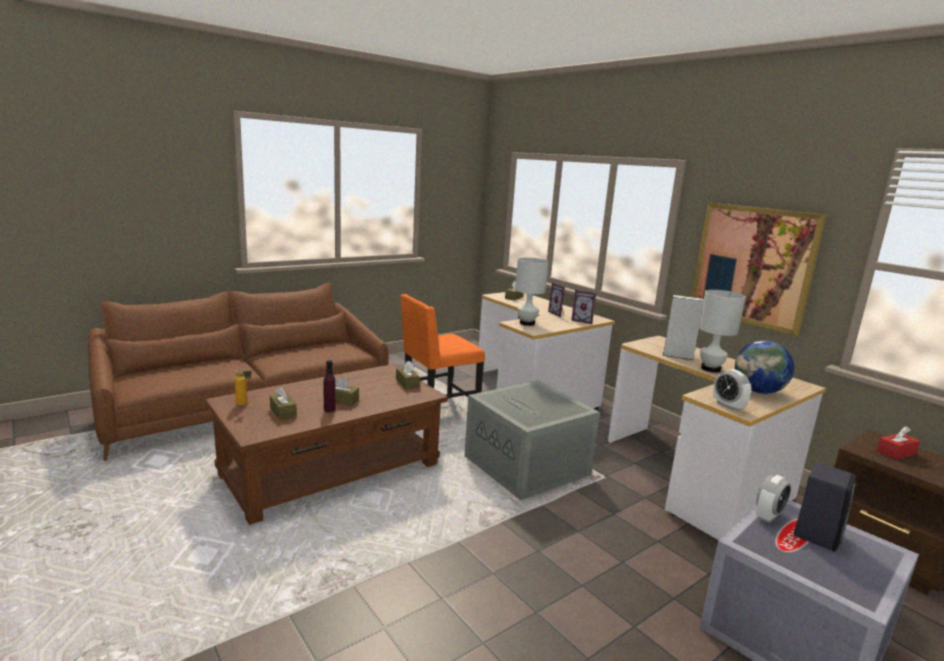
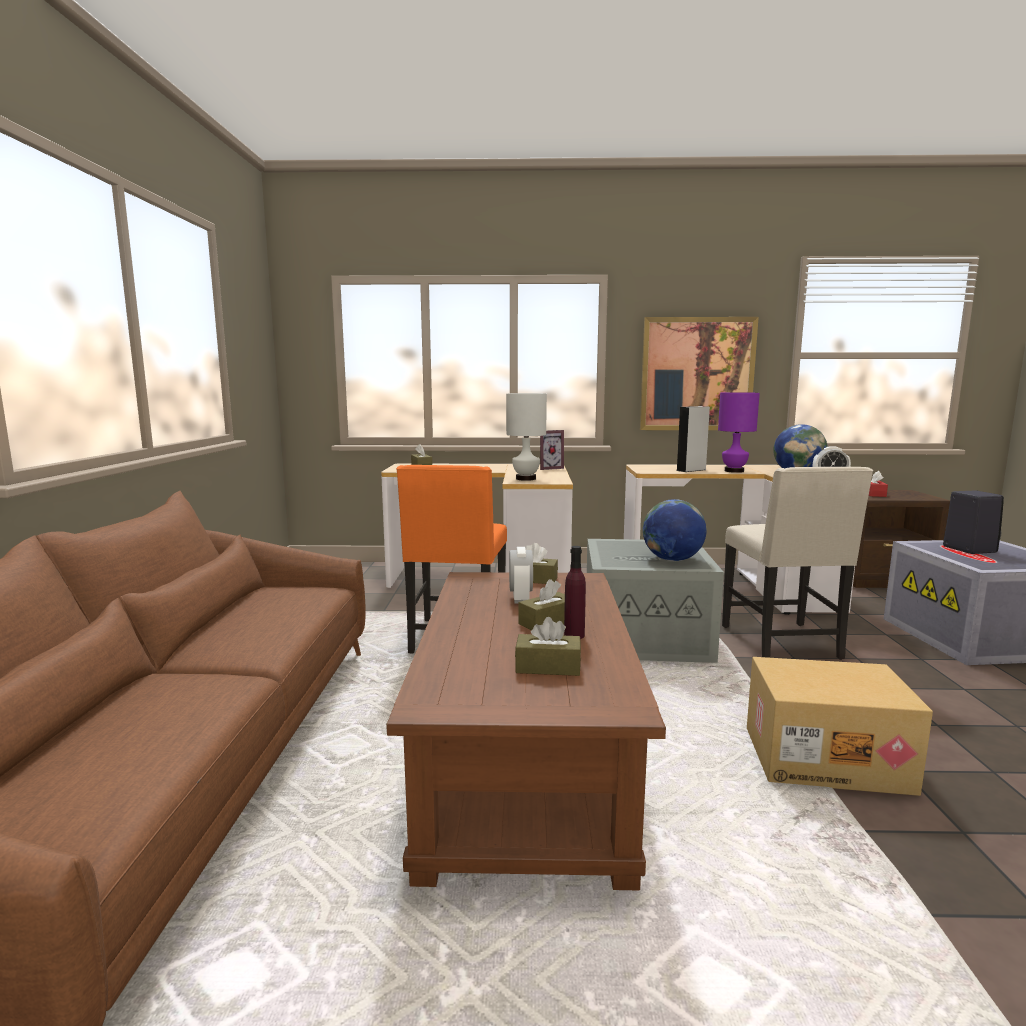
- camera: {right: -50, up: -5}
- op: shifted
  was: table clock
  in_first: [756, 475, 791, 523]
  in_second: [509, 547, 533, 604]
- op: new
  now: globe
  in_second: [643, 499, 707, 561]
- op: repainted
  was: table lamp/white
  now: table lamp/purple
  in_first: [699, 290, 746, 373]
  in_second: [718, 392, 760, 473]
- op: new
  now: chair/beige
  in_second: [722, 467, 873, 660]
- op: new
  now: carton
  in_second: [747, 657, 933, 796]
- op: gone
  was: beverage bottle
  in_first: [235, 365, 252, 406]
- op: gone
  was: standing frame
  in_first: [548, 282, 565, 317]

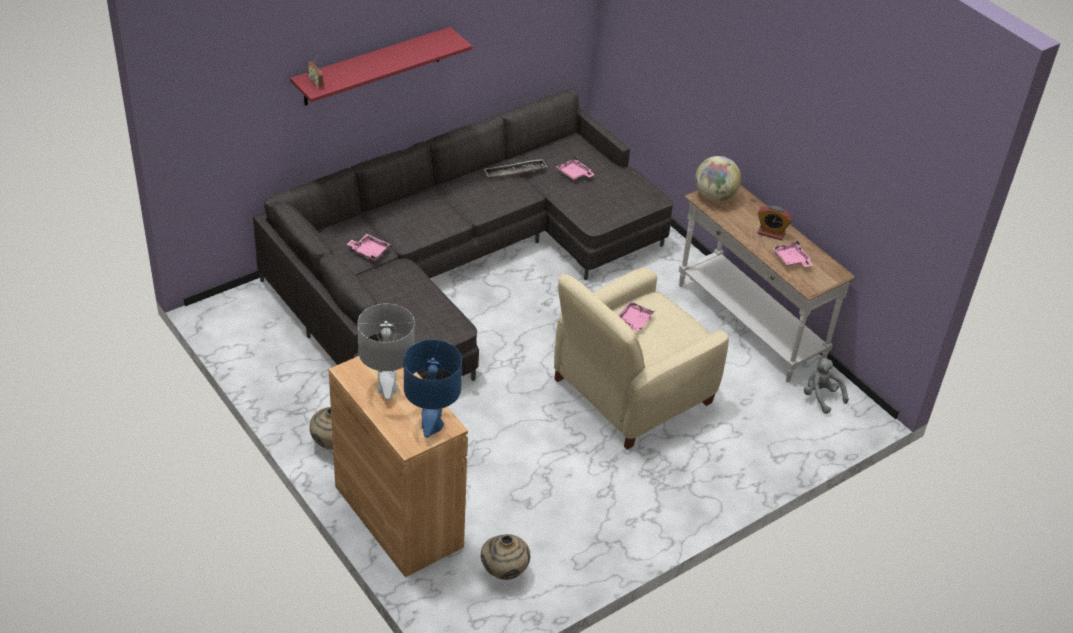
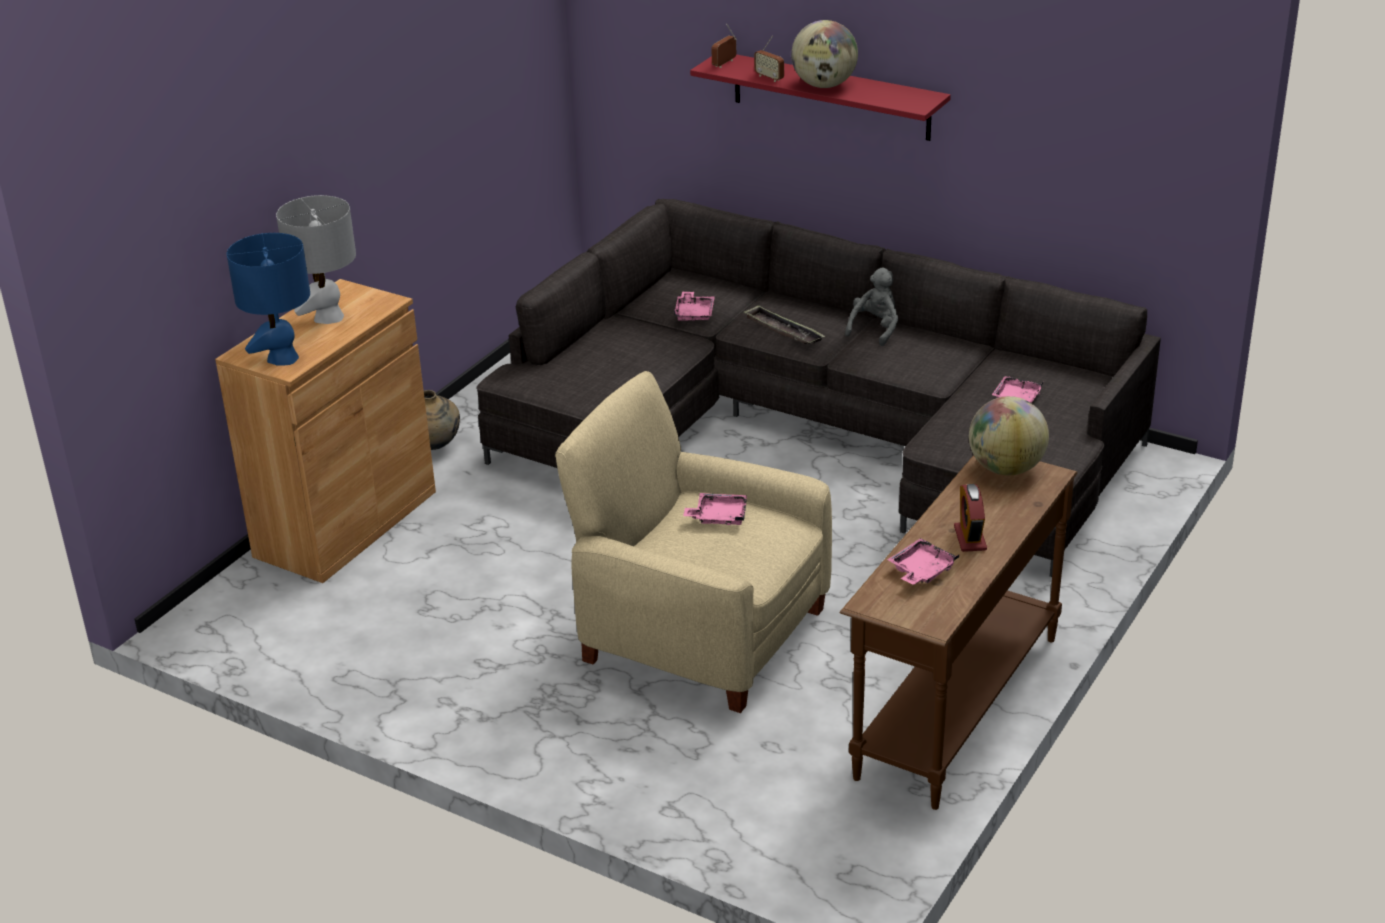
- camera: {right: 70, up: -10}
- op: shifted
  was: carrying tray
  in_first: [484, 159, 547, 179]
  in_second: [744, 305, 825, 344]
- op: new
  now: radio
  in_second: [754, 35, 784, 82]
- op: new
  now: globe
  in_second: [791, 20, 858, 88]
- op: repainted
  was: hall table/white
  now: hall table/brown
  in_first: [679, 185, 855, 383]
  in_second: [839, 455, 1078, 810]
- op: shifted
  was: soft toy/grey
  in_first: [804, 358, 849, 414]
  in_second: [845, 268, 898, 346]
- op: gone
  was: decorative vase/beige
  in_first: [481, 534, 530, 580]

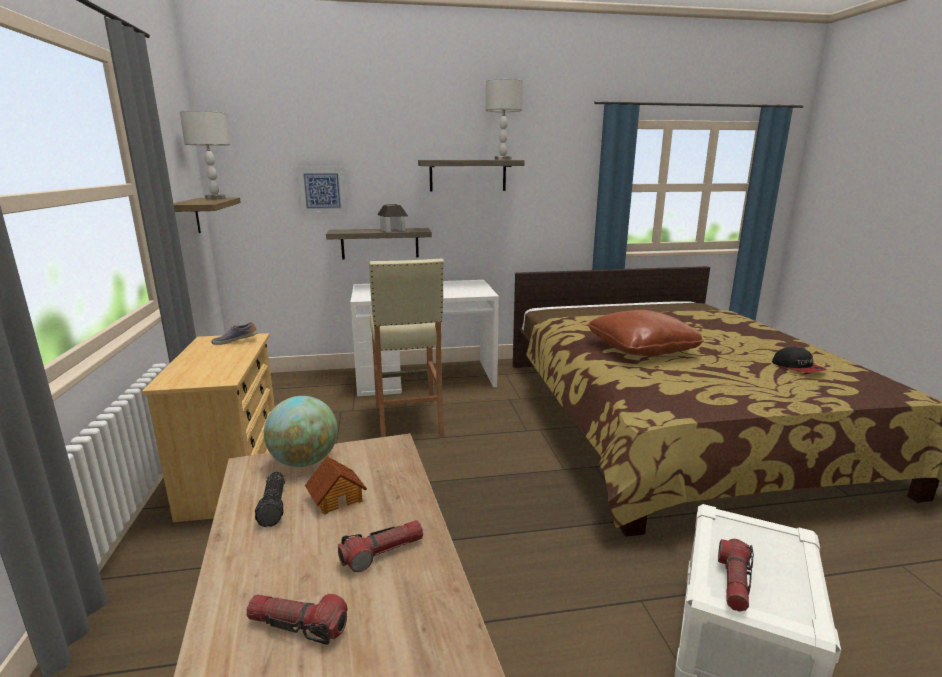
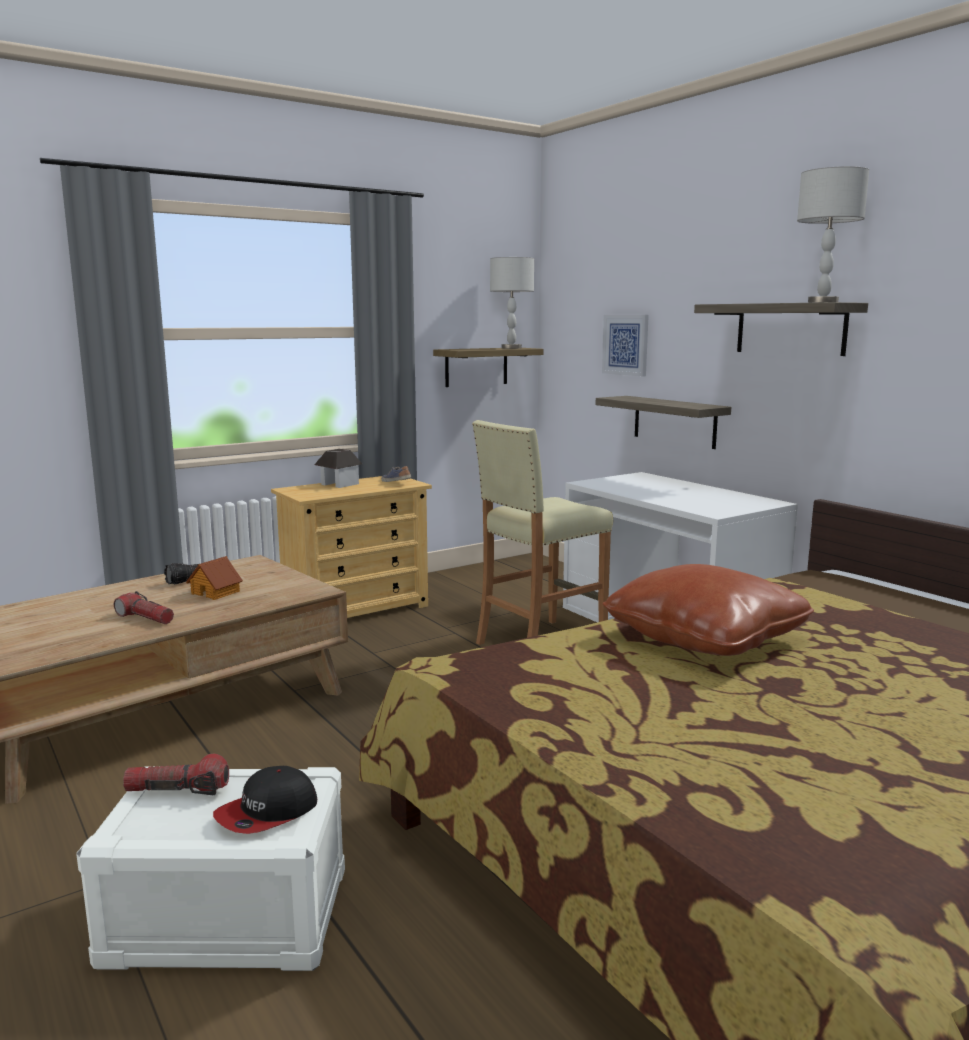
- camera: {right: 65, up: -5}
- op: shifted
  was: peaked cap
  in_first: [772, 347, 827, 373]
  in_second: [213, 766, 317, 834]
- op: shifted
  was: model house
  in_first: [377, 204, 408, 232]
  in_second: [314, 449, 362, 488]
- op: gone
  was: flashlight
  in_first: [247, 594, 347, 645]
- op: gone
  was: globe
  in_first: [264, 396, 338, 467]

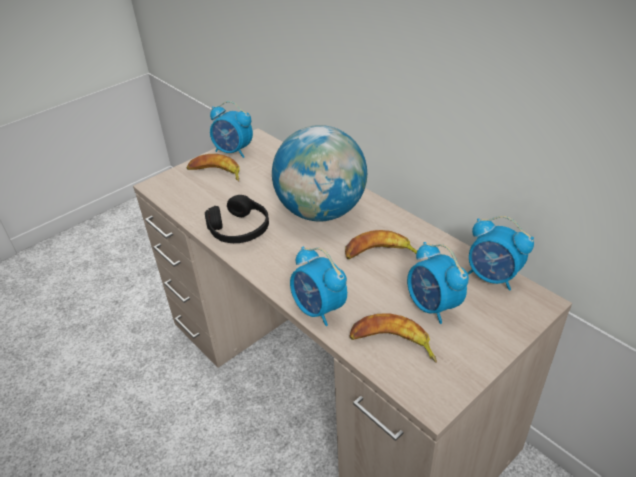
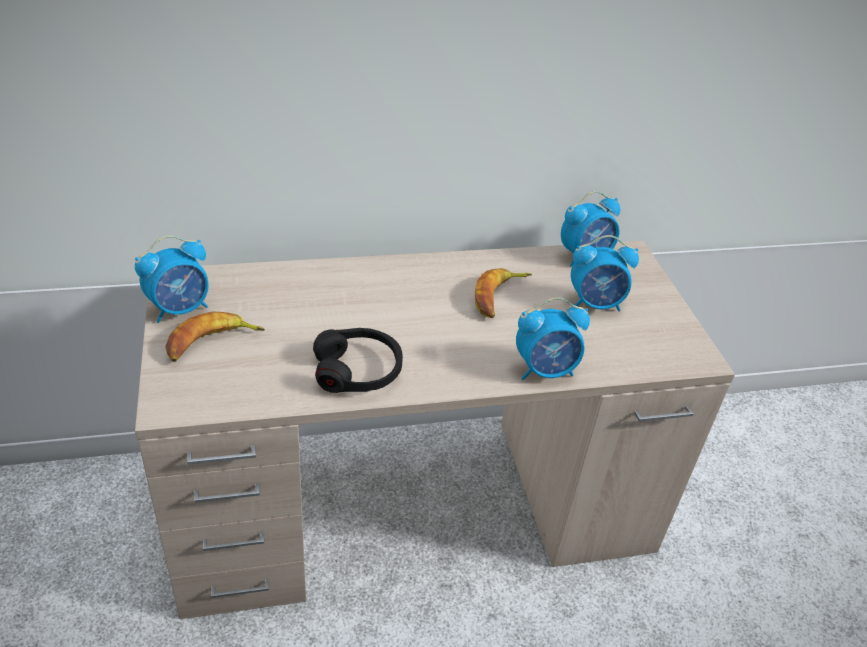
- camera: {right: -65, up: 0}
- op: gone
  was: globe
  in_first: [272, 125, 367, 222]
- op: gone
  was: whole banana
  in_first: [349, 313, 437, 363]

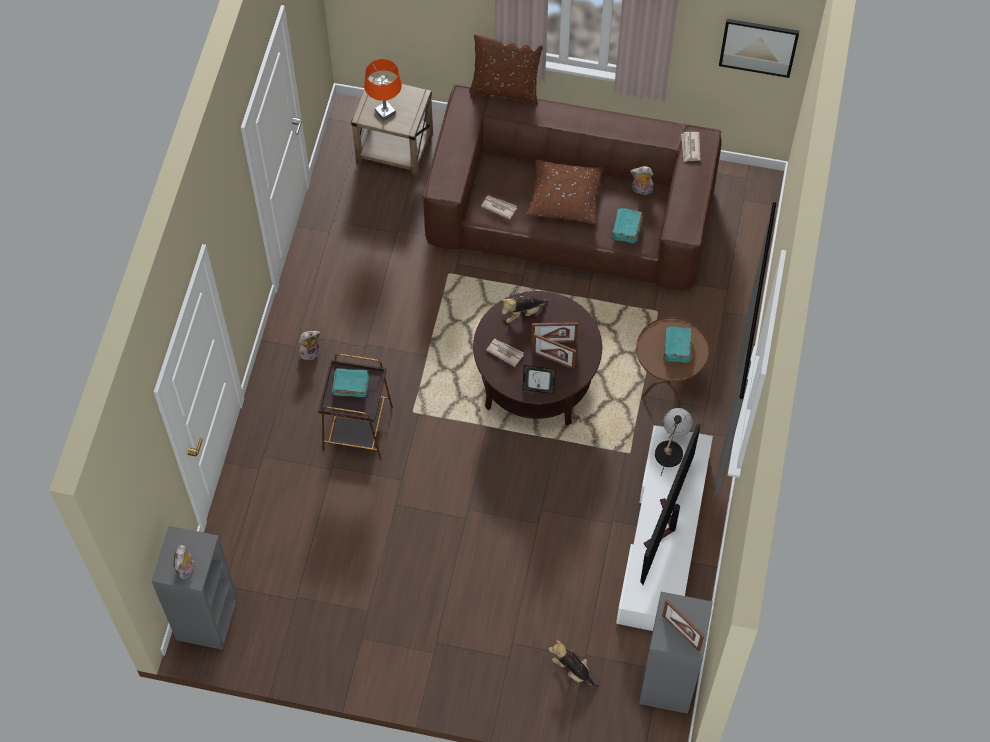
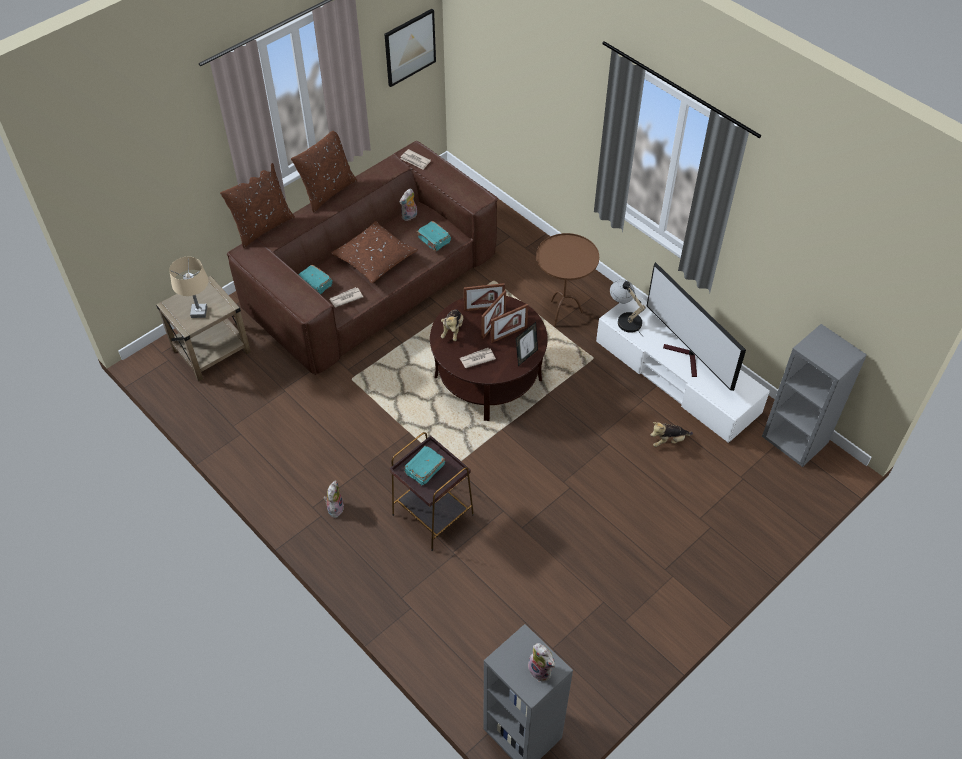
- camera: {right: -55, up: -10}
- op: repainted
  was: table lamp/orange
  now: table lamp/beige
  in_first: [364, 59, 402, 121]
  in_second: [169, 256, 208, 318]
- op: new
  now: pillow/brown
  in_second: [291, 131, 357, 212]
- op: shifted
  was: bound book/blue-green
  in_first: [663, 326, 693, 363]
  in_second: [299, 265, 333, 294]
- op: shifted
  was: standing frame
  in_first: [662, 600, 704, 651]
  in_second: [464, 283, 505, 311]
- op: shifted
  was: soft toy
  in_first: [549, 640, 599, 688]
  in_second: [651, 422, 693, 447]

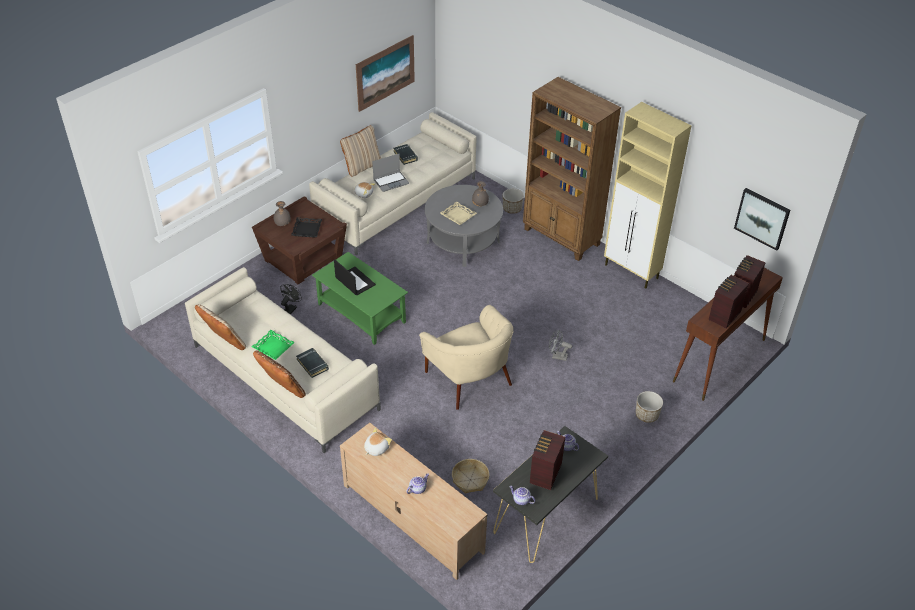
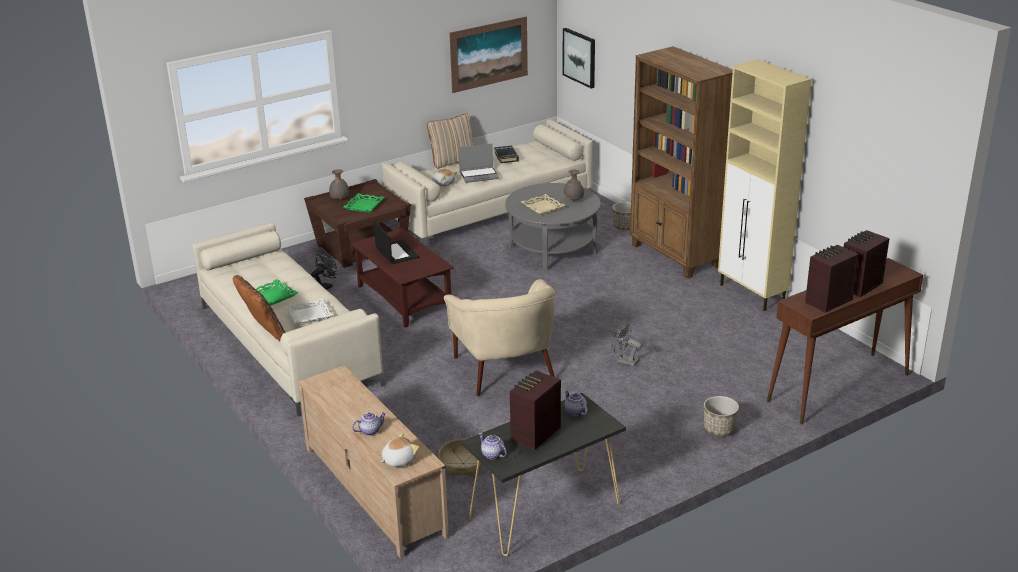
- camera: {right: 15, up: -15}
- op: swapped
  was: bound book/blackish
  now: carrying tray/white
  in_first: [296, 348, 329, 378]
  in_second: [286, 299, 333, 325]
- op: repainted
  was: carrying tray/blackish
  now: carrying tray/greenish
  in_first: [291, 217, 322, 237]
  in_second: [344, 193, 384, 213]
- op: repainted
  was: lounge table/greenish
  now: lounge table/brown
  in_first: [312, 252, 408, 345]
  in_second: [351, 228, 454, 328]
- op: shifted
  was: soft toy
  in_first: [364, 428, 392, 456]
  in_second: [380, 432, 419, 467]
- op: shifted
  was: wall art
  in_first: [734, 188, 790, 251]
  in_second: [563, 28, 595, 89]
- op: gone
  was: pillow/beige
  in_first: [195, 304, 246, 350]

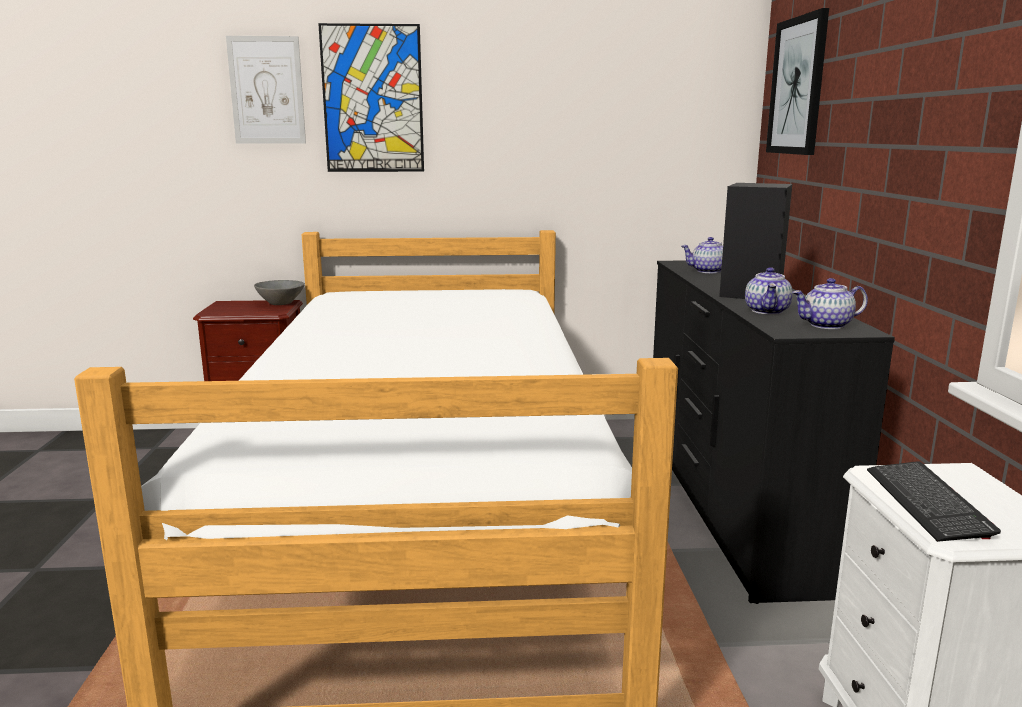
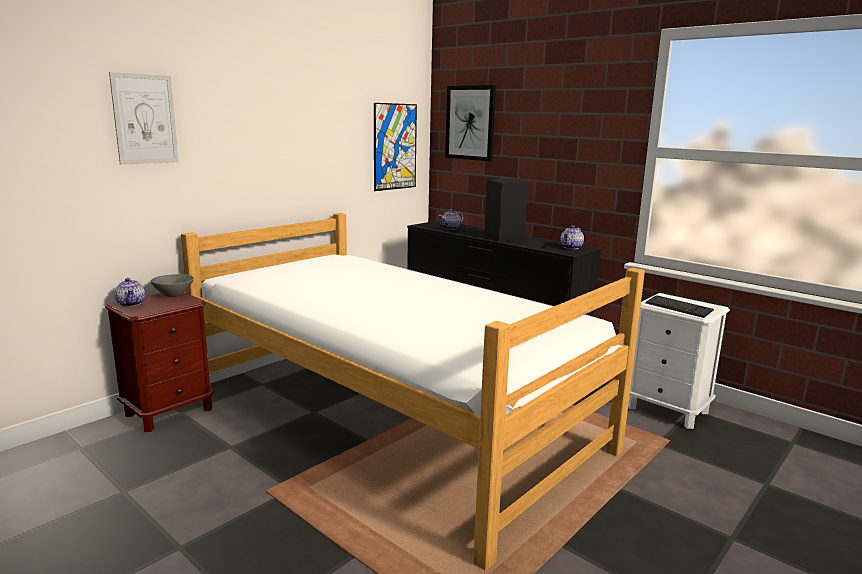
- camera: {right: -45, up: 0}
- op: shifted
  was: tea pot
  in_first: [745, 267, 793, 315]
  in_second: [114, 278, 145, 307]
- op: shifted
  was: wall art
  in_first: [318, 23, 424, 172]
  in_second: [374, 103, 417, 191]

